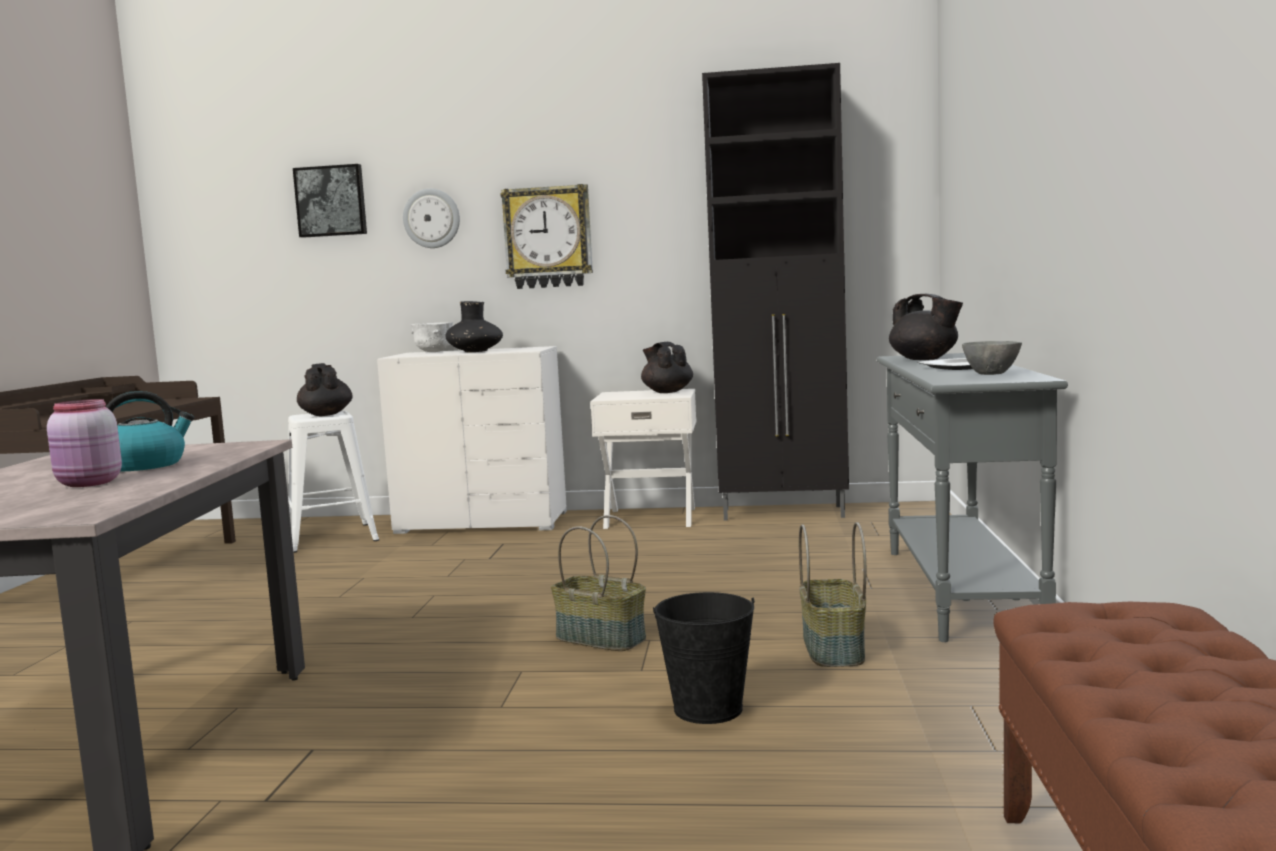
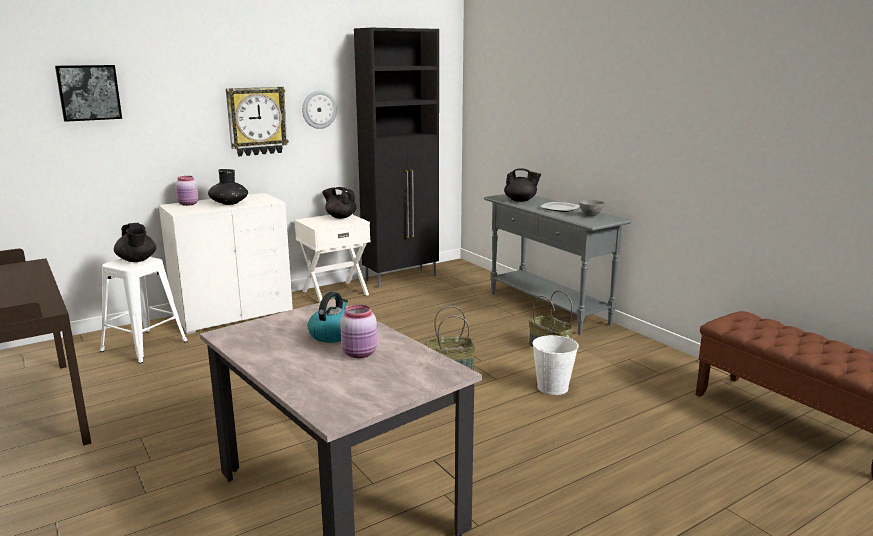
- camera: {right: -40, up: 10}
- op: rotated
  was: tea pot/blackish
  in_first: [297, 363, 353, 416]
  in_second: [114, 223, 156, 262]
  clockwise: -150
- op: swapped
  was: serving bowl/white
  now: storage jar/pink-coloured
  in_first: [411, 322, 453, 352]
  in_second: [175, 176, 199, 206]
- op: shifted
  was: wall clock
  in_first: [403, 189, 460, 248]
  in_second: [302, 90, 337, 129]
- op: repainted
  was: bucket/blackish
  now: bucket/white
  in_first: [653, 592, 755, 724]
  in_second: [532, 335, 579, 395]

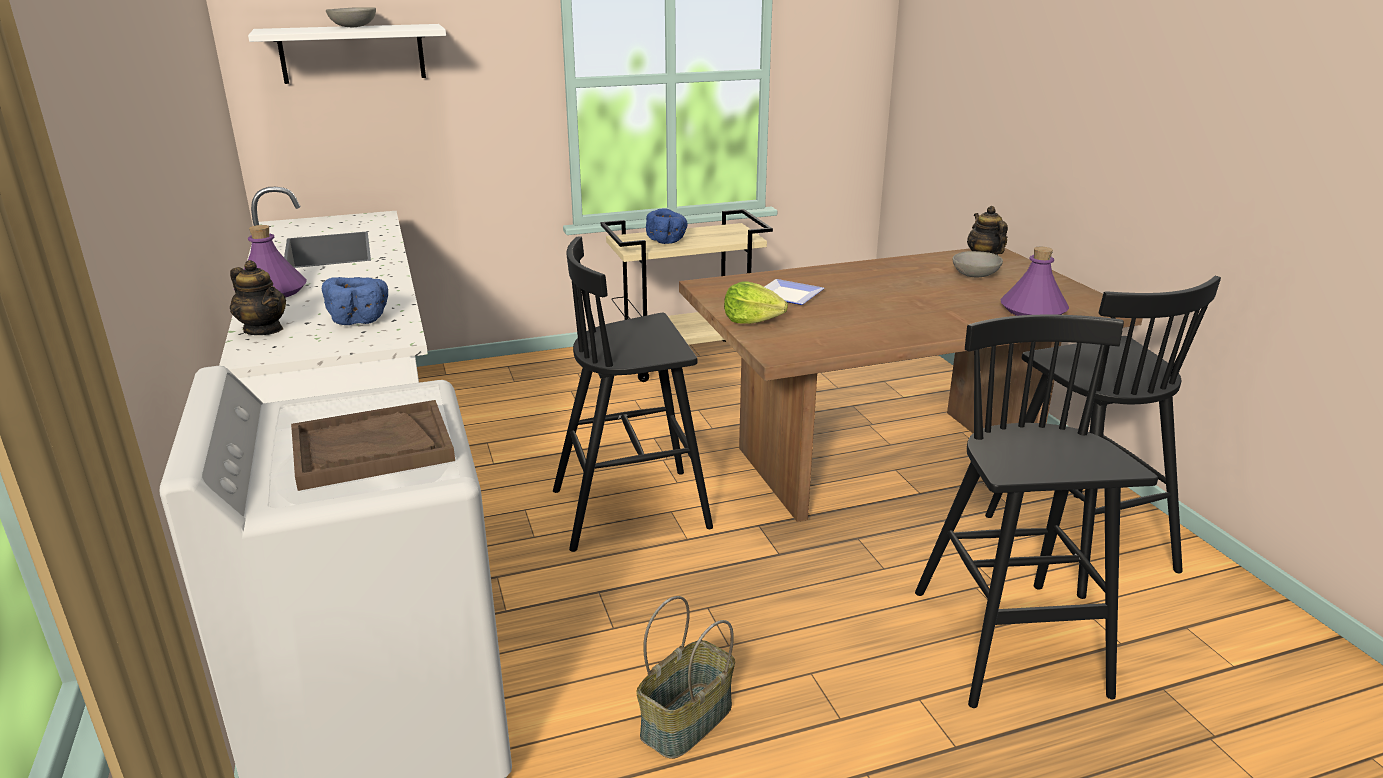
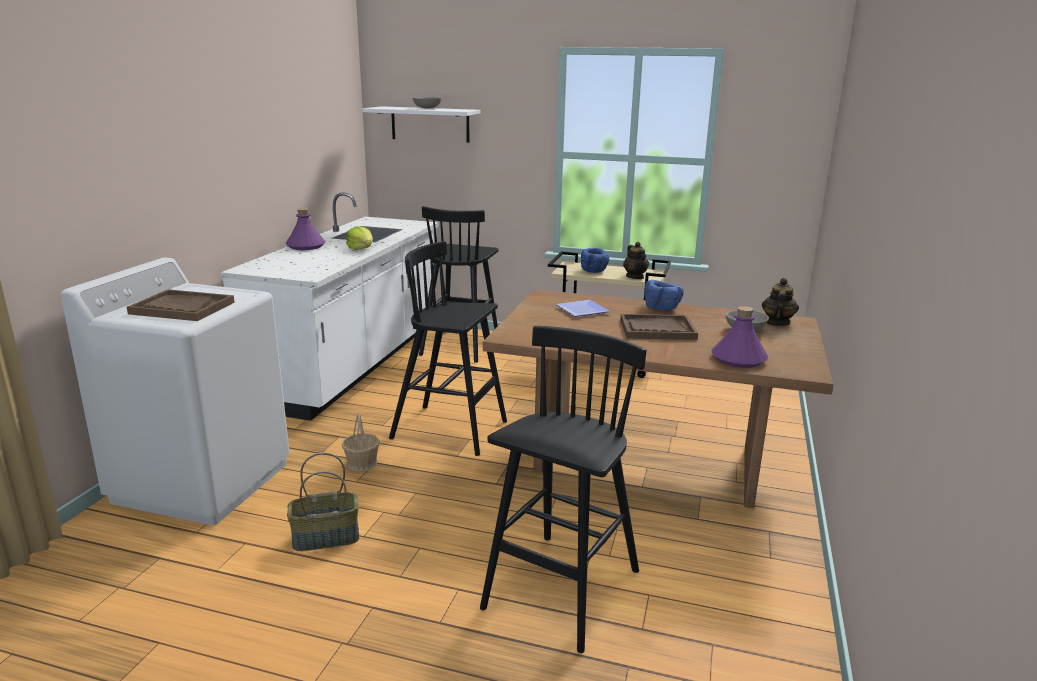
- camera: {right: 35, up: -5}
- op: new
  now: storage basket
  in_second: [342, 413, 380, 471]
- op: shifted
  was: head of lettuce
  in_first: [724, 281, 788, 324]
  in_second: [346, 226, 373, 250]
- op: shifted
  was: stool/blackish
  in_first: [985, 276, 1221, 599]
  in_second: [419, 206, 499, 363]
- op: new
  now: carrying tray/brown
  in_second: [620, 314, 698, 340]
- op: shifted
  was: tea pot
  in_first: [230, 260, 286, 335]
  in_second: [623, 242, 649, 279]
- op: shifted
  was: serving bowl/blue-coloured
  in_first: [322, 277, 388, 325]
  in_second: [645, 280, 684, 311]

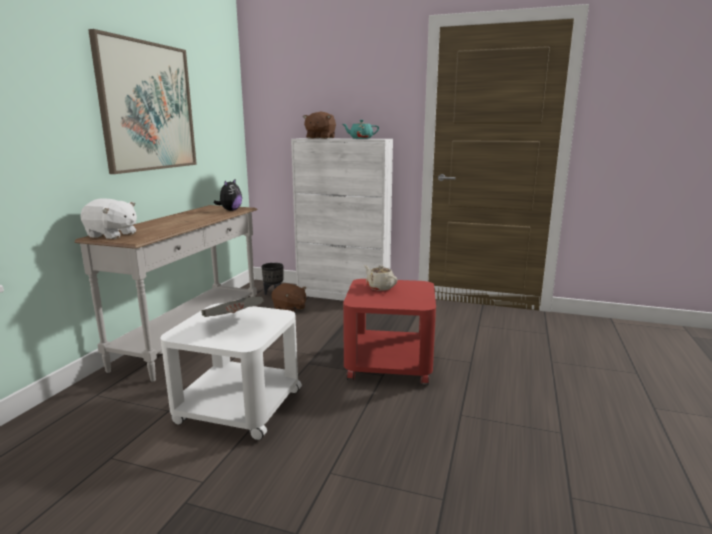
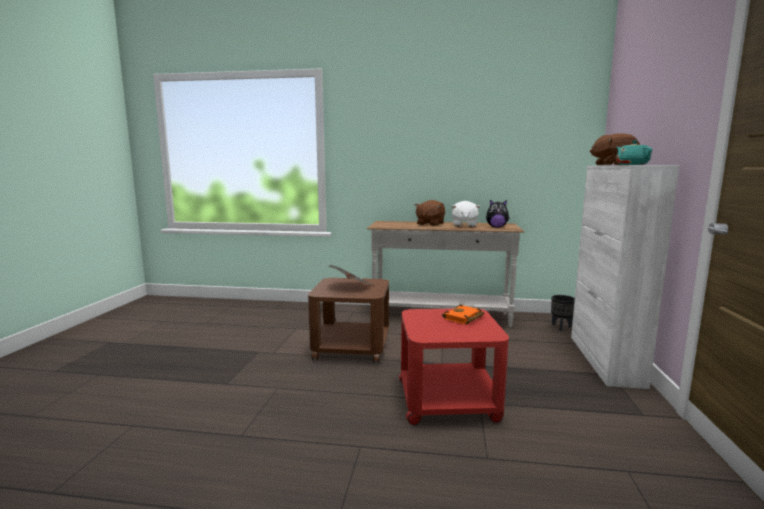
- camera: {right: 80, up: -5}
- op: repainted
  was: side table/white
  now: side table/brown
  in_first: [160, 303, 302, 440]
  in_second: [308, 278, 389, 363]
- op: shifted
  was: soft toy/brown
  in_first: [272, 283, 306, 312]
  in_second: [415, 200, 445, 226]
- op: swapped
  was: tea pot/beige
  now: bound book/orange
  in_first: [364, 265, 397, 291]
  in_second: [442, 304, 484, 324]
- op: shifted
  was: soft toy/white
  in_first: [80, 199, 137, 239]
  in_second: [451, 201, 480, 227]
- op: gone
  was: wall art
  in_first: [88, 29, 197, 174]

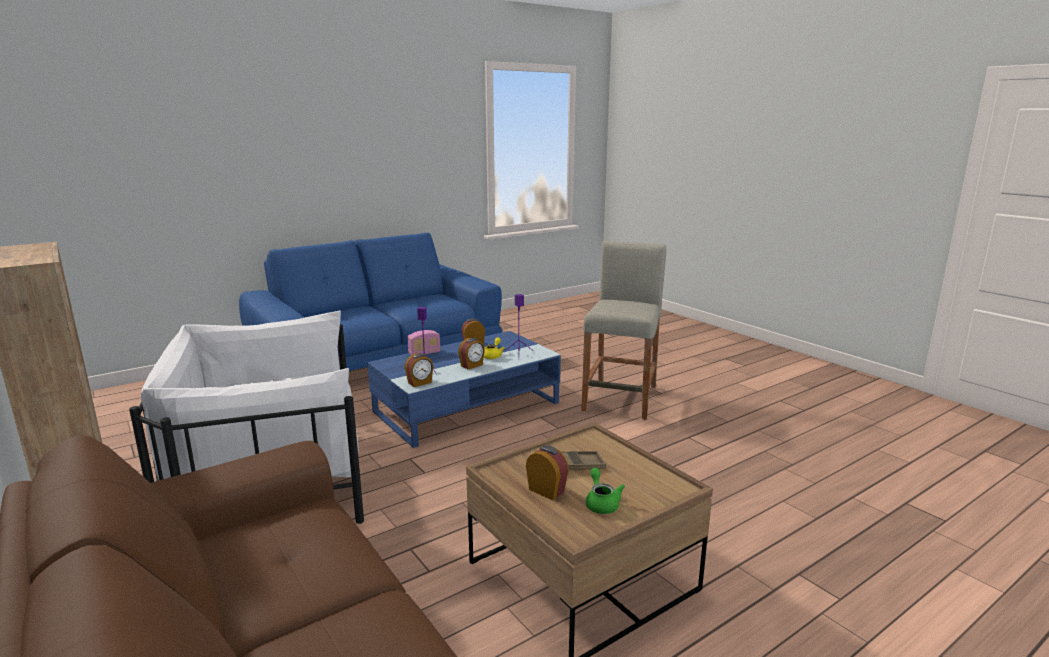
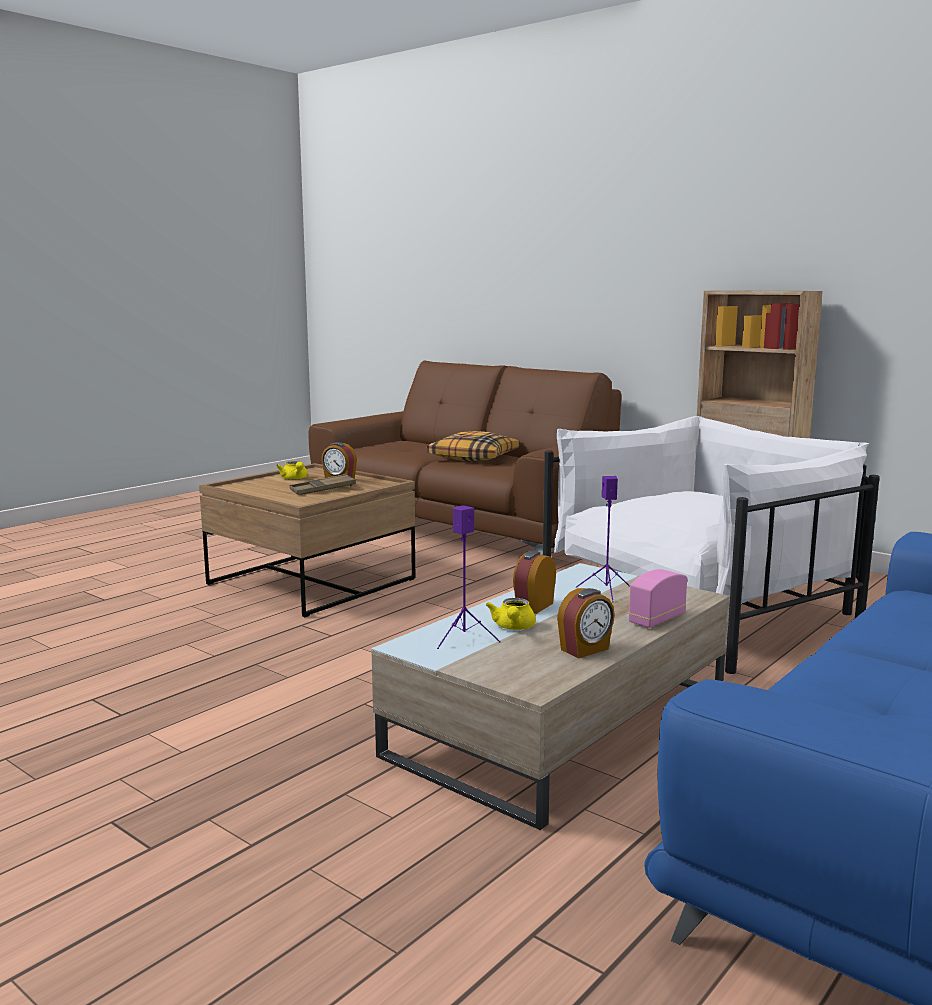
- camera: {right: 165, up: -5}
- op: repainted
  was: tea pot/greenish
  now: tea pot/yellow-coloured
  in_first: [586, 468, 625, 514]
  in_second: [276, 461, 308, 480]
- op: repainted
  was: lounge table/blue-coloured
  now: lounge table/beige
  in_first: [367, 331, 561, 448]
  in_second: [371, 563, 730, 830]
- op: new
  now: pillow
  in_second: [427, 431, 520, 462]
- op: gone
  was: table clock
  in_first: [405, 353, 434, 387]
- op: gone
  was: stool/beige
  in_first: [581, 241, 666, 420]

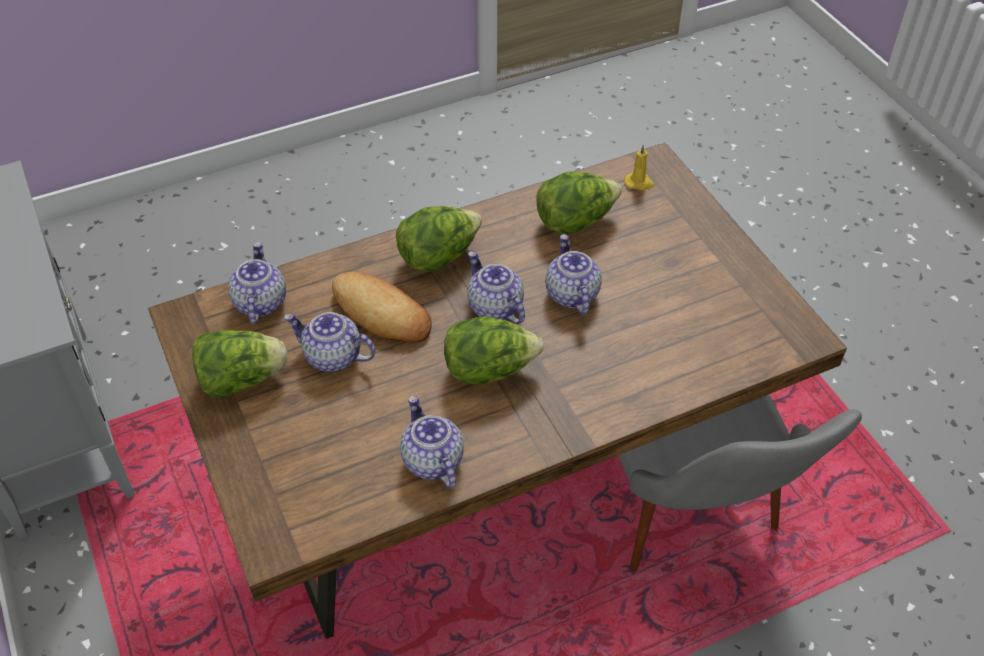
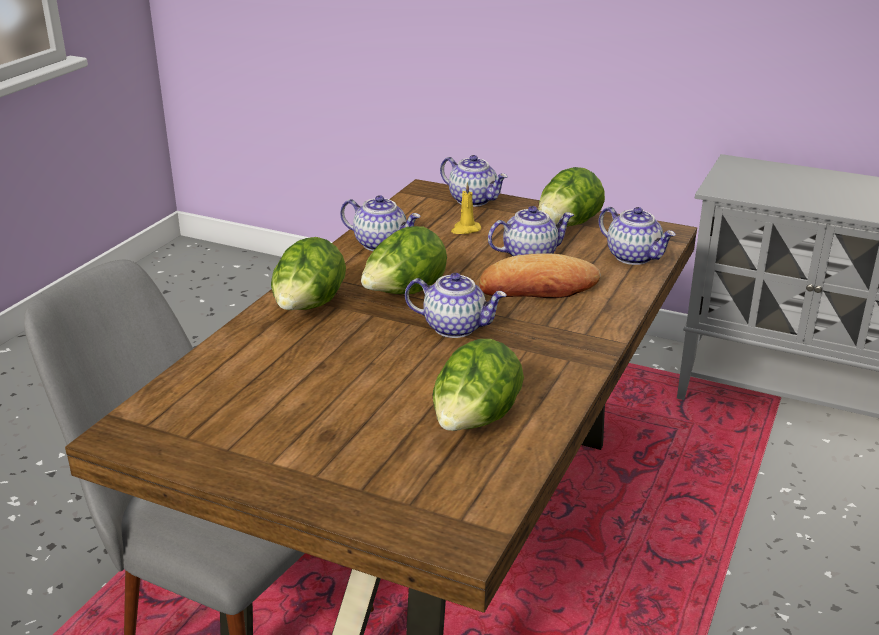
- camera: {right: 140, up: -20}
- op: shifted
  was: head of lettuce
  in_first: [396, 206, 482, 272]
  in_second: [271, 237, 346, 310]
- op: shifted
  was: tea pot
  in_first: [545, 234, 602, 315]
  in_second: [440, 155, 508, 207]
- op: shifted
  was: candle/yellow-coloured
  in_first: [624, 145, 655, 190]
  in_second: [451, 182, 481, 234]

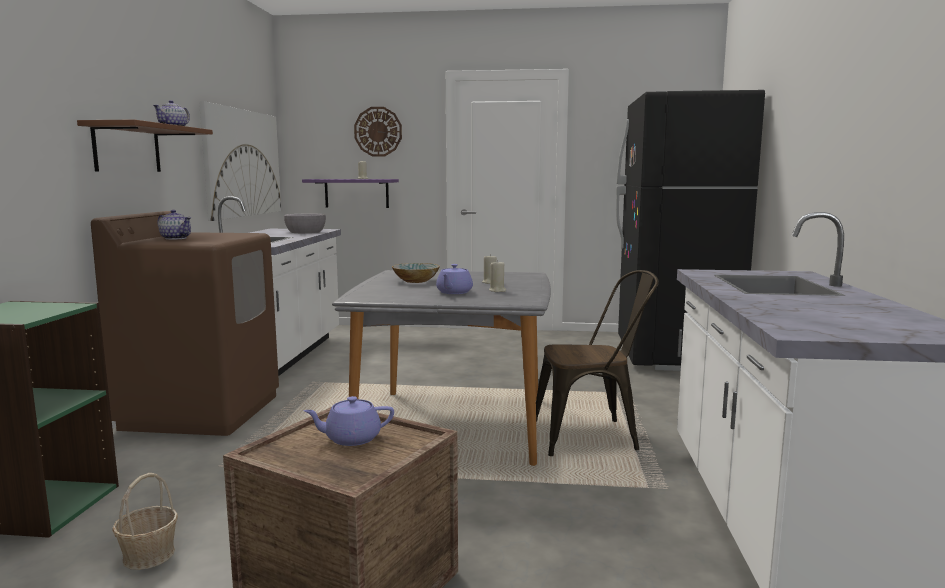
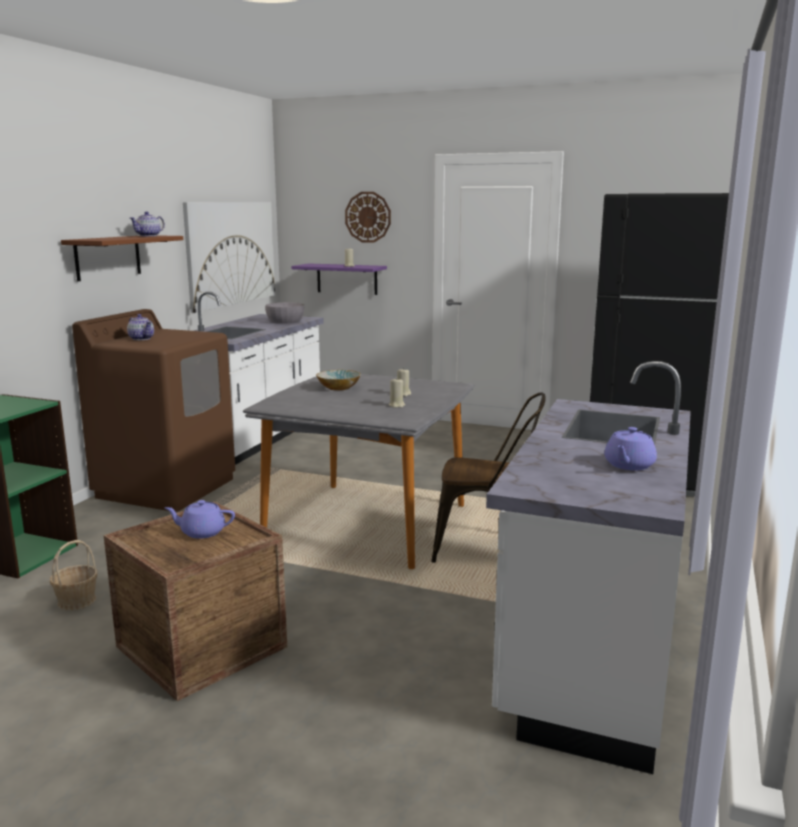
- camera: {right: 15, up: 5}
- op: shifted
  was: tea pot/purple
  in_first: [436, 264, 473, 294]
  in_second: [604, 427, 657, 471]

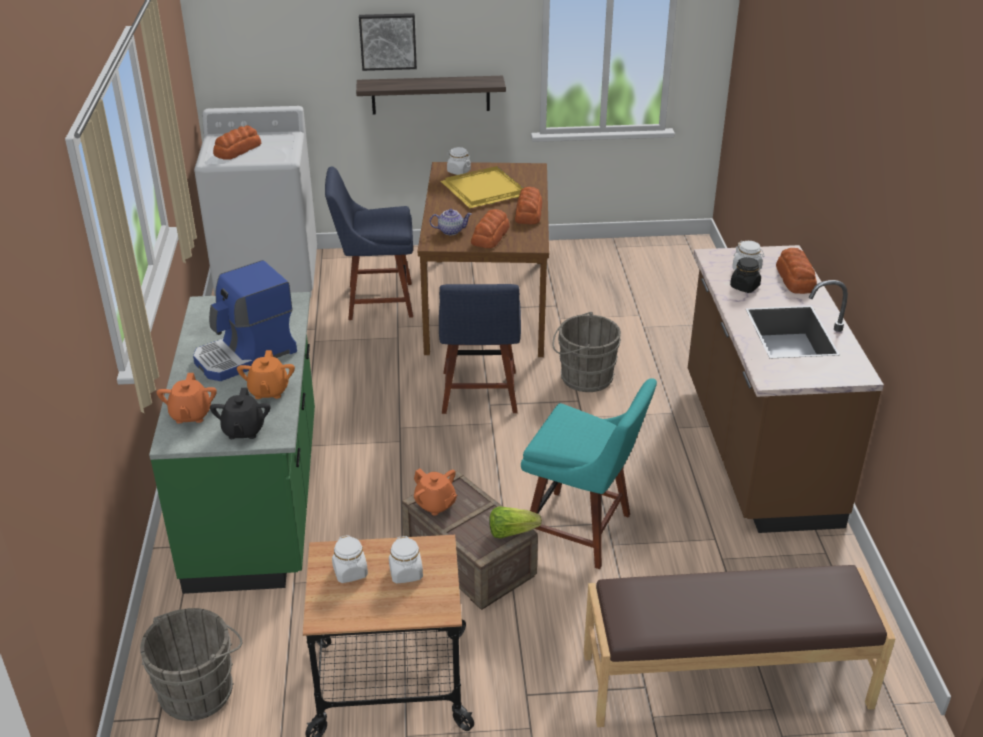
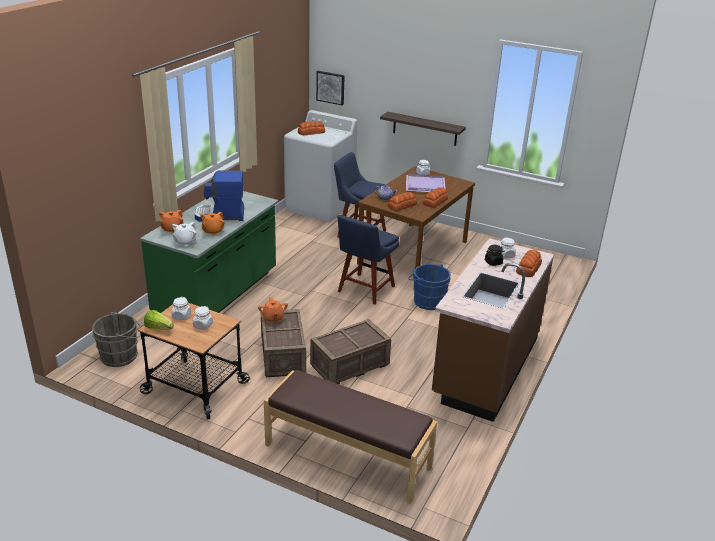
- camera: {right: 30, up: -5}
- op: shifted
  was: head of lettuce
  in_first: [489, 506, 542, 539]
  in_second: [144, 310, 174, 330]
- op: repainted
  was: tea pot/blackish
  now: tea pot/white
  in_first: [210, 388, 270, 439]
  in_second: [172, 222, 197, 247]
- op: swapped
  was: chair/blue-green
  now: shipping crate
  in_first: [521, 378, 657, 569]
  in_second: [310, 319, 391, 384]
- op: shifted
  was: wall art
  in_first: [359, 13, 417, 71]
  in_second: [316, 71, 345, 105]
- op: repainted
  was: carrying tray/yellow-coloured
  now: carrying tray/purple
  in_first: [441, 166, 523, 208]
  in_second: [406, 174, 446, 192]
- op: repainted
  was: bucket/grey
  now: bucket/blue-coloured
  in_first: [552, 312, 621, 392]
  in_second: [408, 264, 451, 310]

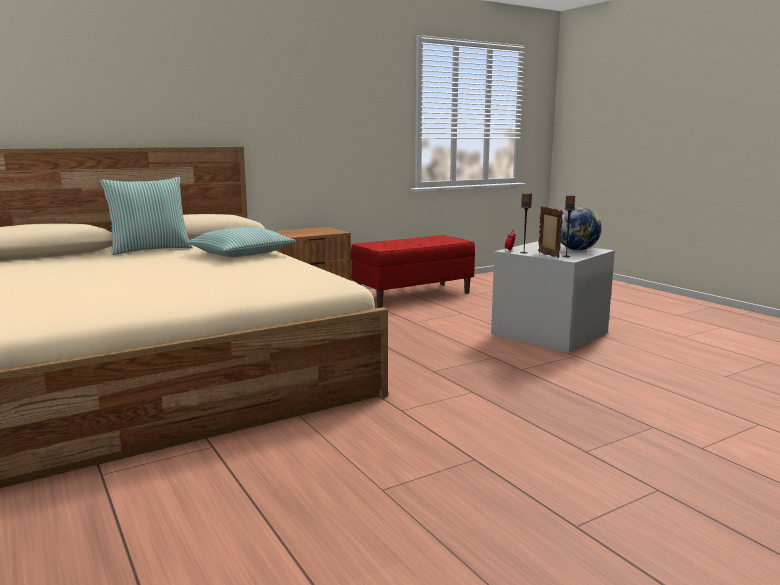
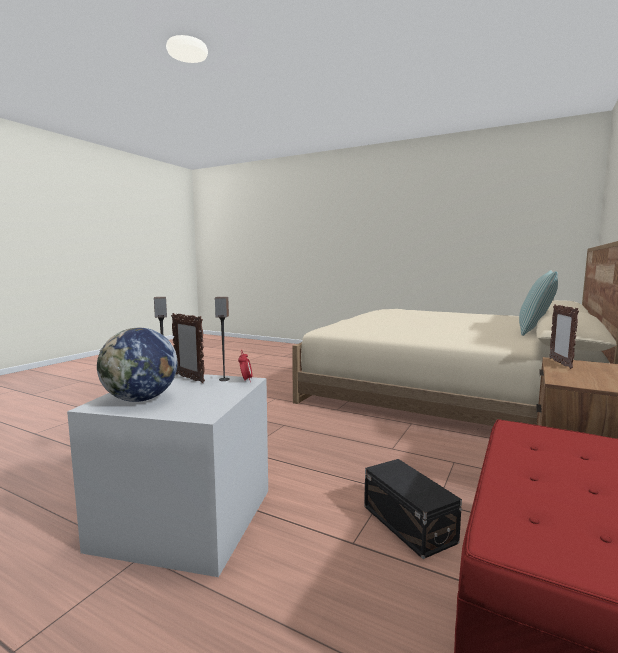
- camera: {right: 150, up: -5}
- op: new
  now: storage box/blackish
  in_second: [364, 459, 462, 559]
- op: new
  now: standing frame
  in_second: [549, 304, 579, 369]
- op: gone
  was: pillow
  in_first: [187, 227, 296, 257]

